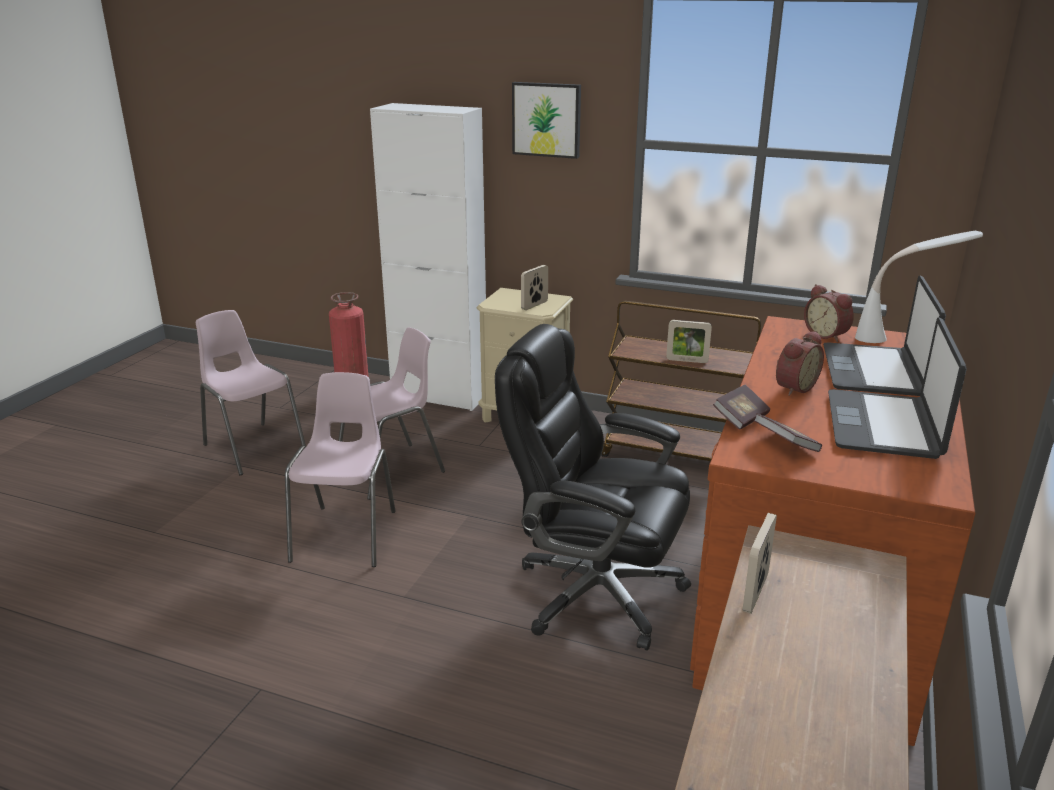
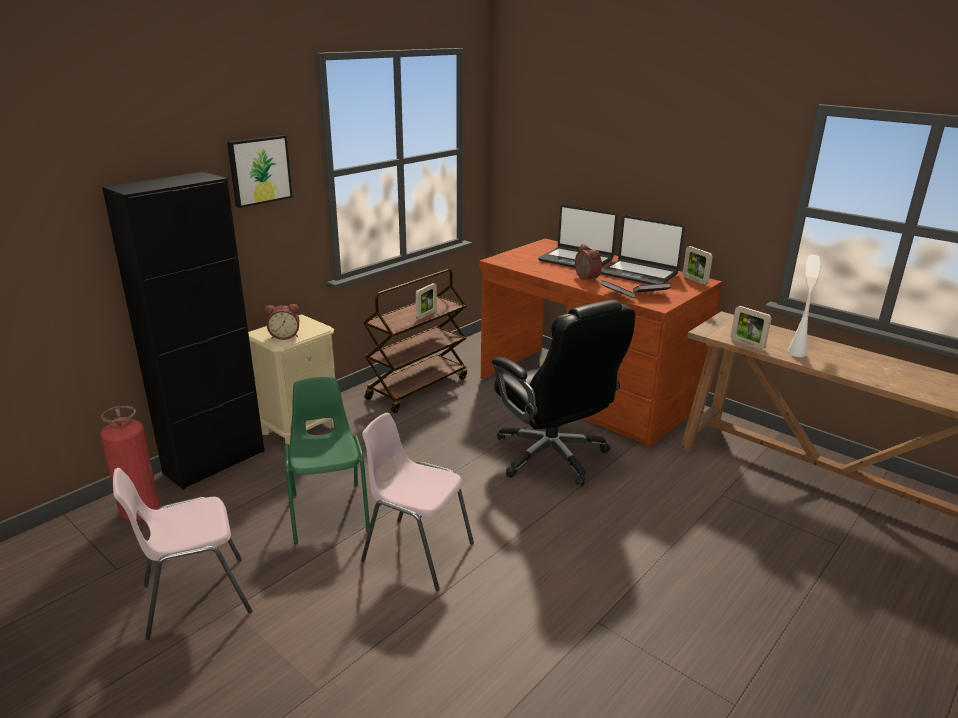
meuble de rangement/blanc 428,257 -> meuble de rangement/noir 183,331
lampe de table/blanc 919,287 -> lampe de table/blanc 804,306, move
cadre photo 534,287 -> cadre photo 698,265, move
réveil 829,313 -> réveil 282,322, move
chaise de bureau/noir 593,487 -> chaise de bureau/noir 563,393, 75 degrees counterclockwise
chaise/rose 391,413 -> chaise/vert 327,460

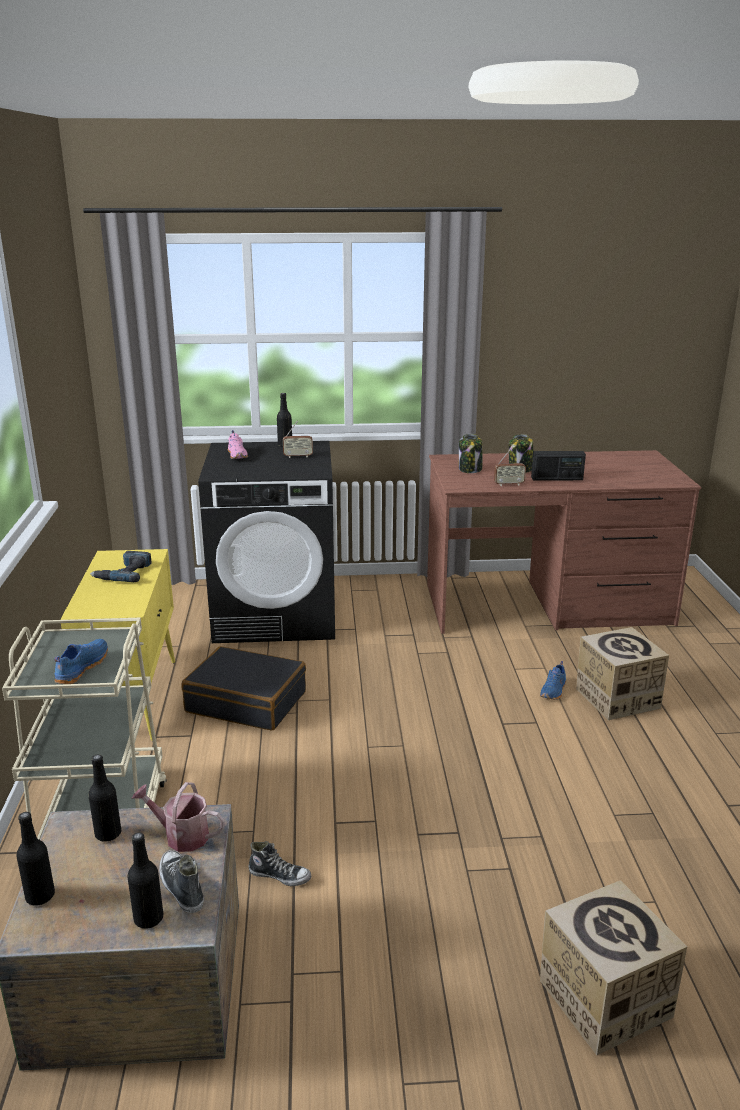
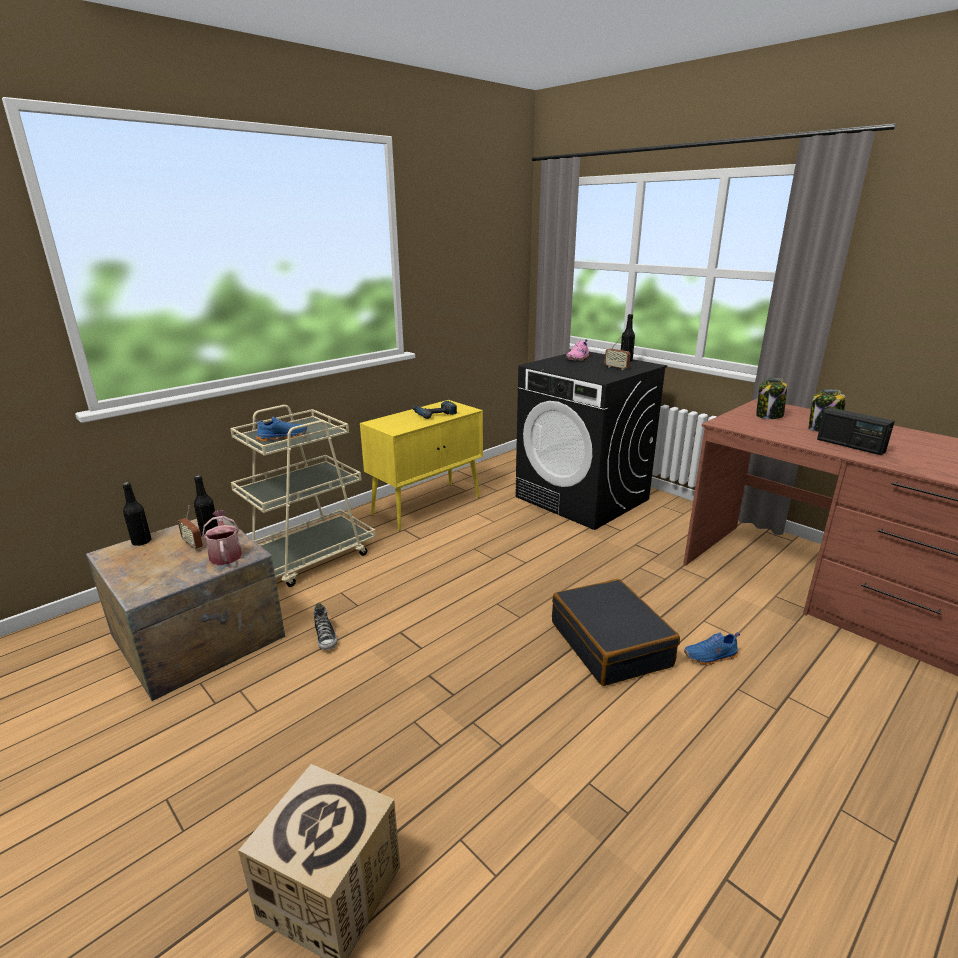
radio 510,467 -> radio 190,527, move
carton 622,673 -> none
valise/noir 244,688 -> valise/noir 616,632, move
bouteille/noir 145,880 -> none
chaussure 181,881 -> none

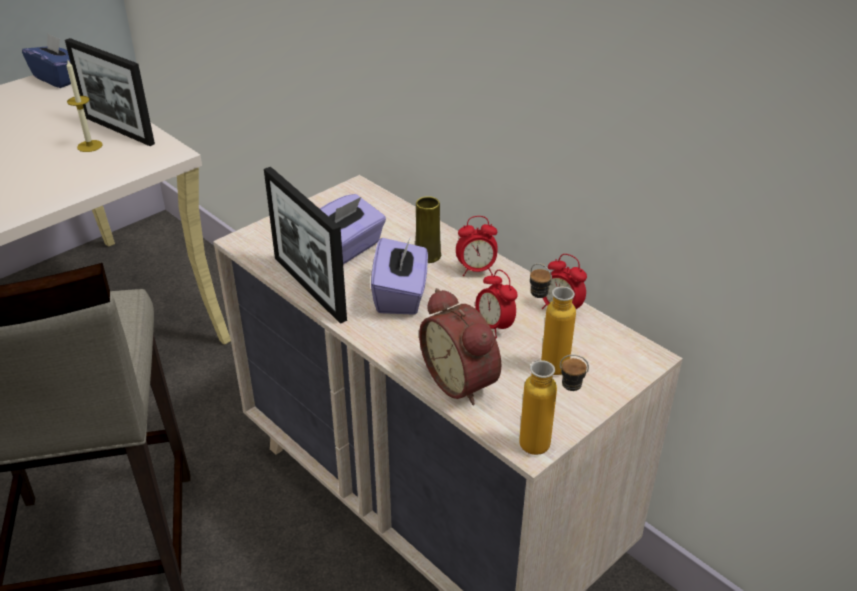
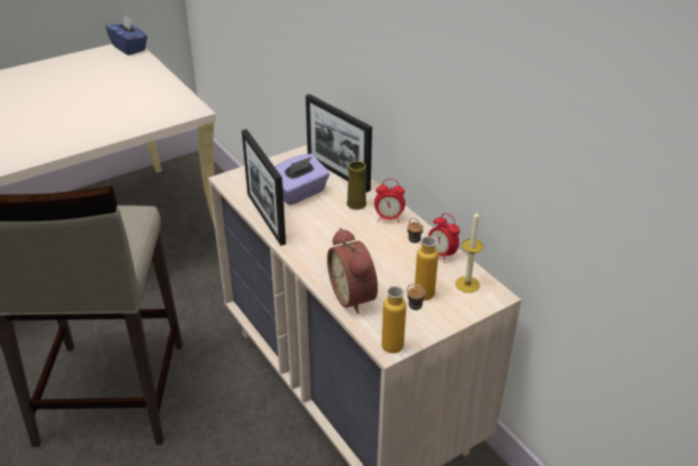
cadre photo 110,92 -> cadre photo 339,143, move
bougie 84,106 -> bougie 469,252, move
boîte à mouchoirs/violet 399,276 -> none
réveil 496,304 -> none

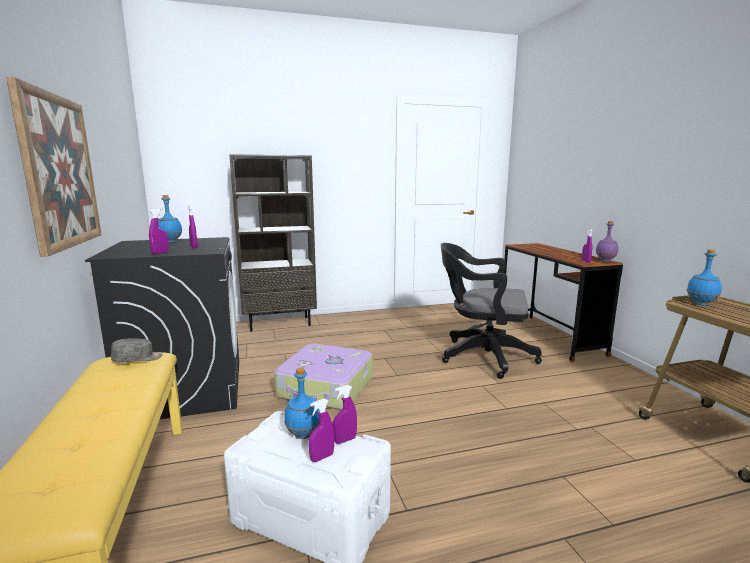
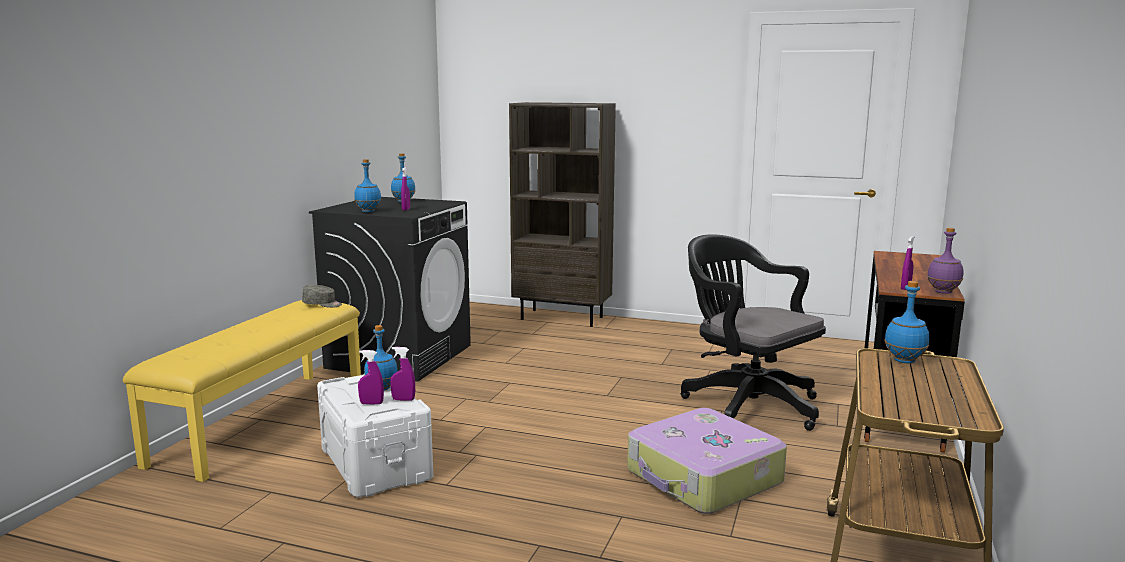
tableau 54,167 -> none
vaporisateur/violet 159,231 -> bouteille/bleu 367,185
valise 323,376 -> valise 707,461, move

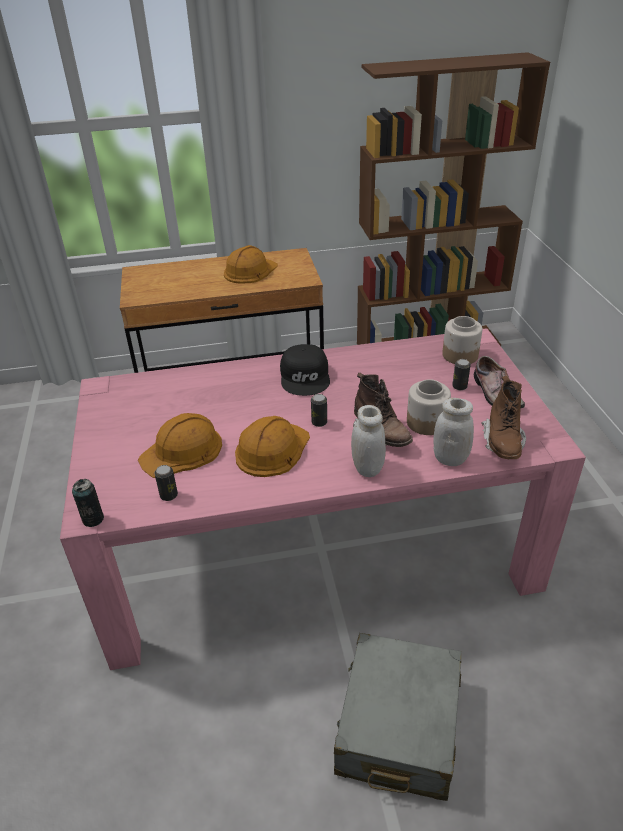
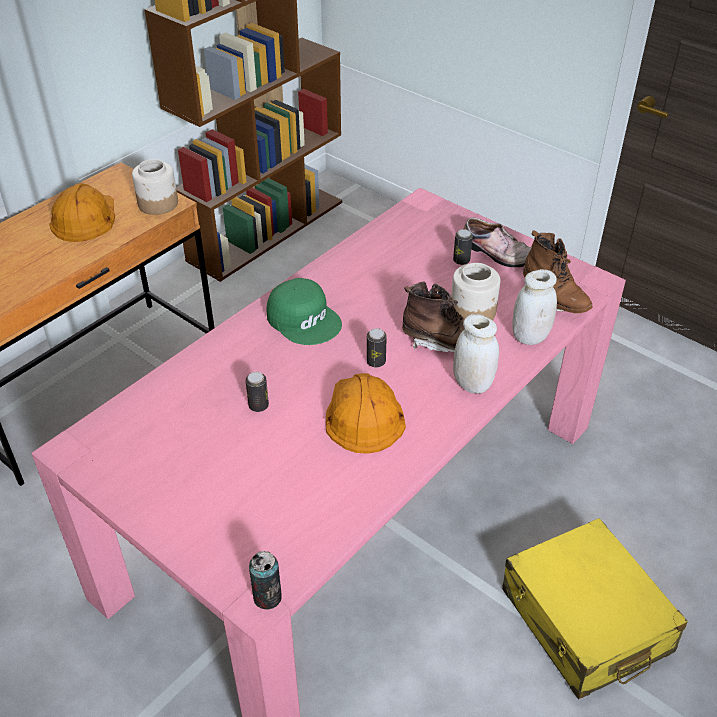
bocal 462,340 -> bocal 155,187, move
casquette/noir 305,370 -> casquette/vert 304,311
casque de chantier/orange 180,445 -> none
boîte métallique 166,483 -> boîte métallique 257,392, move
valise/gris 397,717 -> valise/jaune 595,608

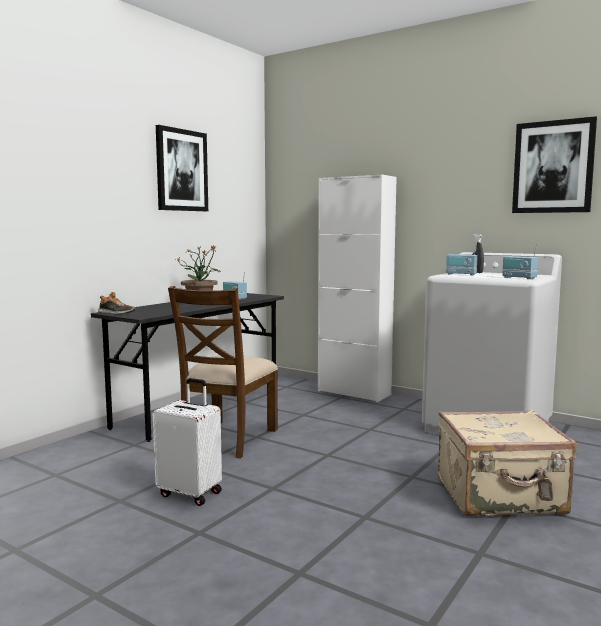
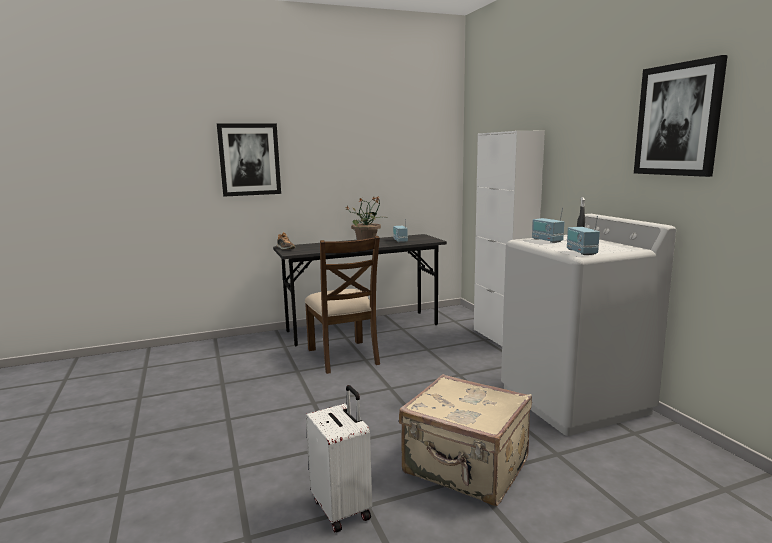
tableau 182,168 -> tableau 249,160, move
chaise/marron 223,372 -> chaise/marron 342,305, 75 degrees counterclockwise
valise/blanc 187,442 -> valise/blanc 339,459, move

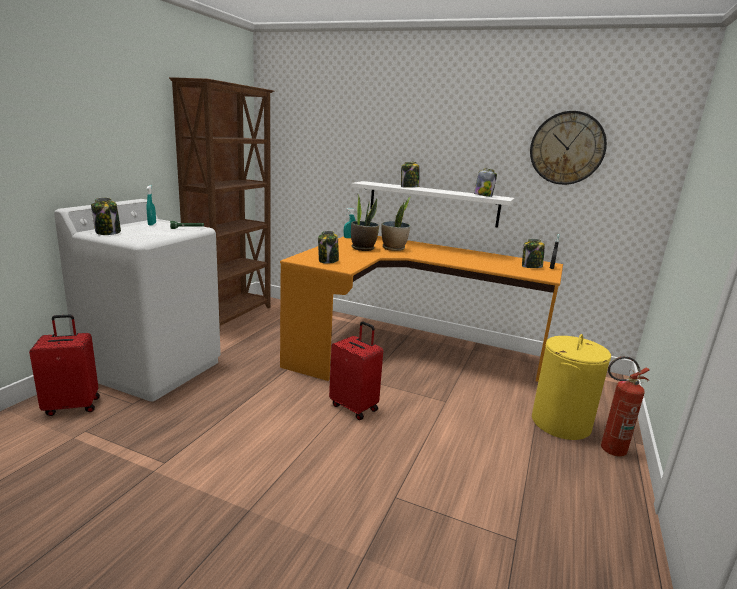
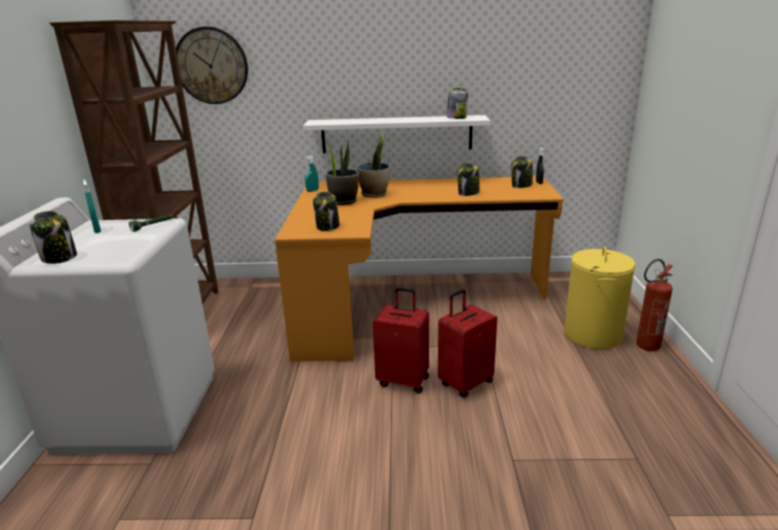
horloge murale 568,148 -> horloge murale 212,65, move
bocal 410,175 -> bocal 468,179, move
valise/rouge 64,365 -> valise/rouge 467,343, move

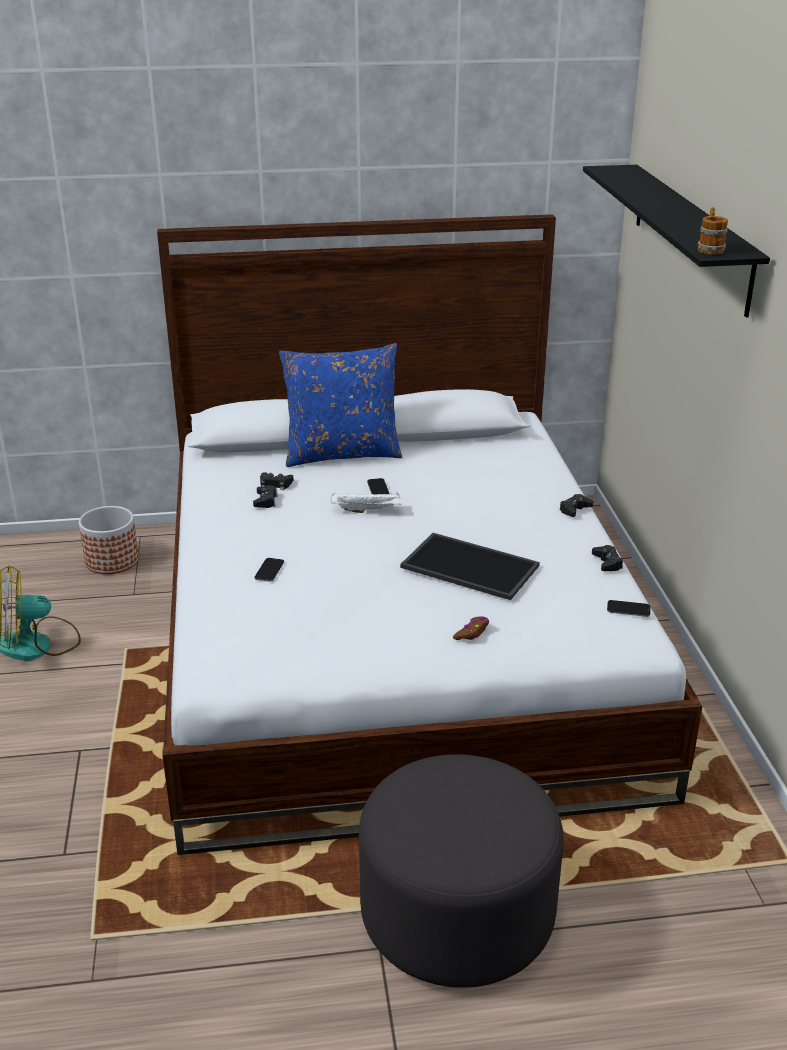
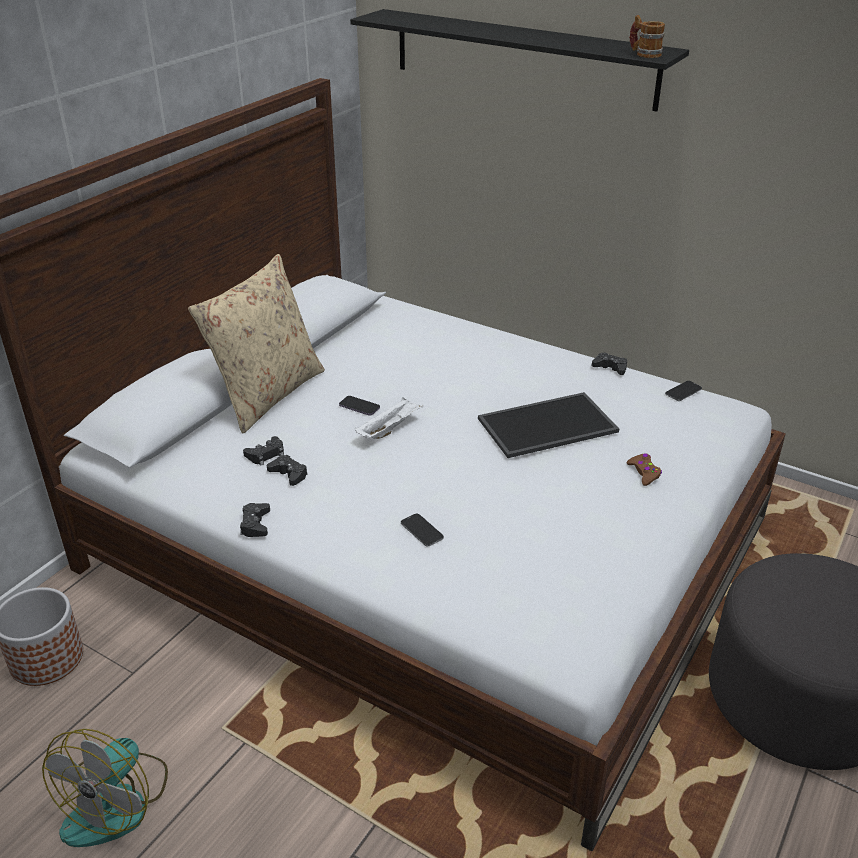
coussin/bleu 340,405 -> coussin/beige 256,343
manette/noir 577,505 -> manette/noir 255,520, move

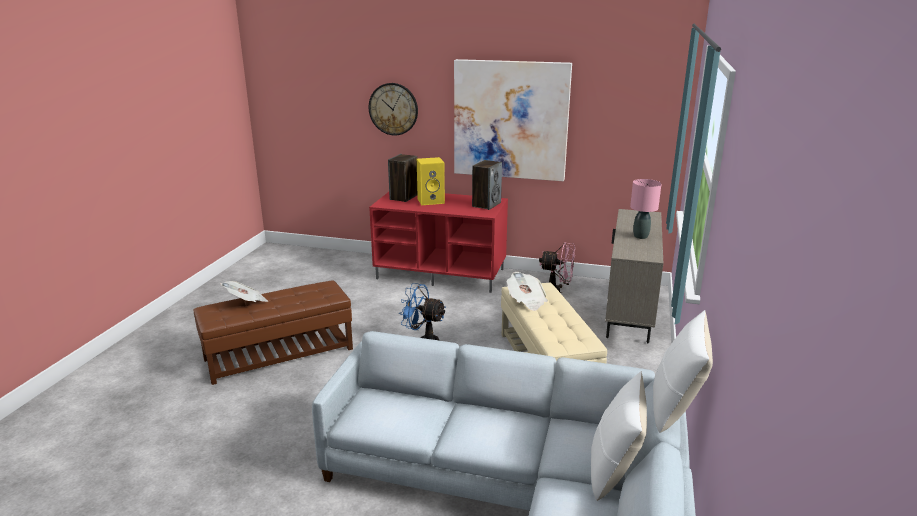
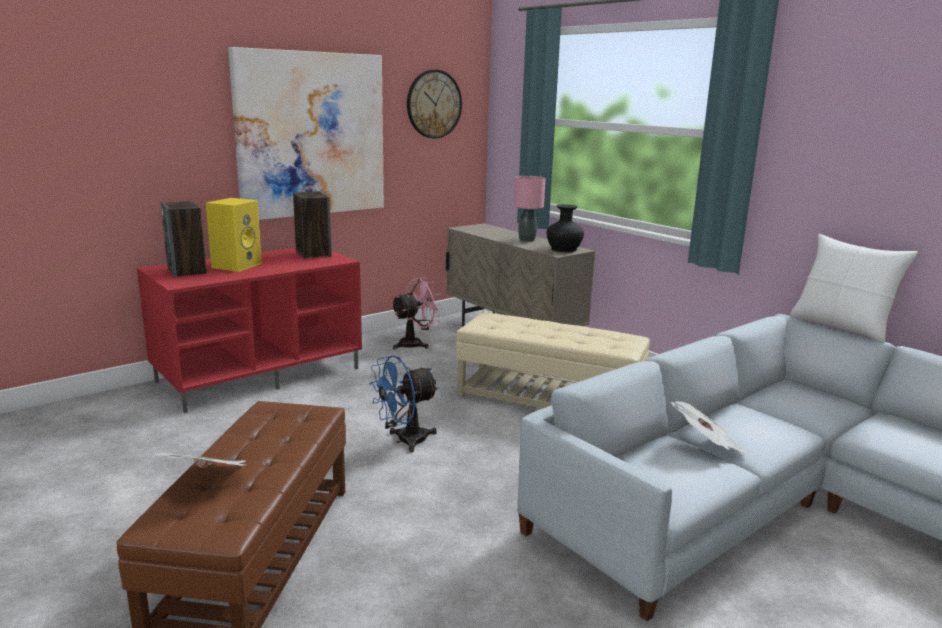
horloge murale 393,109 -> horloge murale 434,104, move
journal 527,291 -> journal 708,427, move
coussin/blanc 619,436 -> none
none -> vase/noir 565,228

